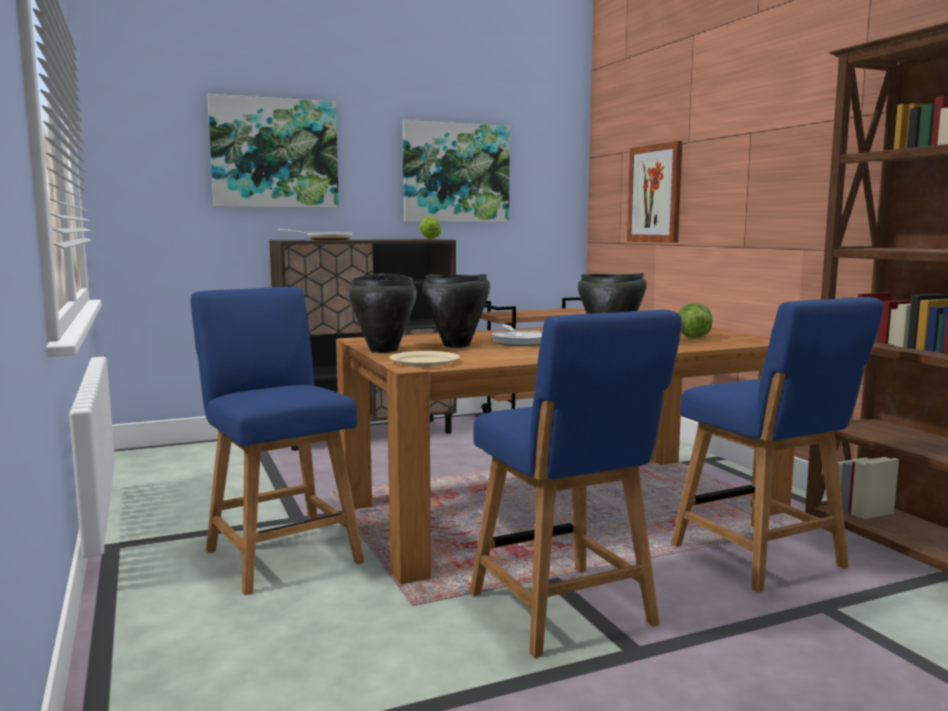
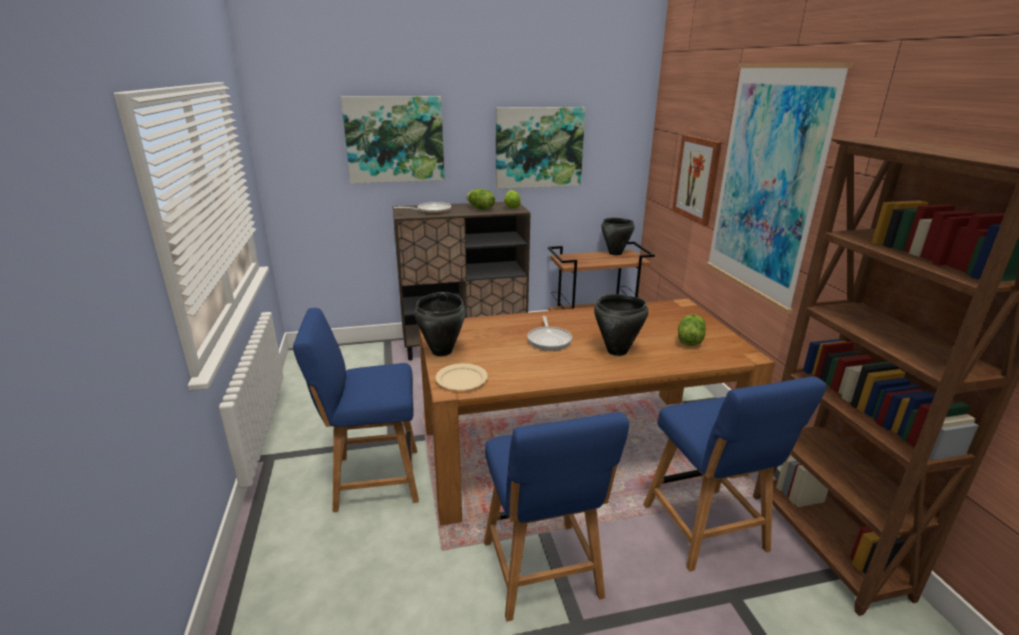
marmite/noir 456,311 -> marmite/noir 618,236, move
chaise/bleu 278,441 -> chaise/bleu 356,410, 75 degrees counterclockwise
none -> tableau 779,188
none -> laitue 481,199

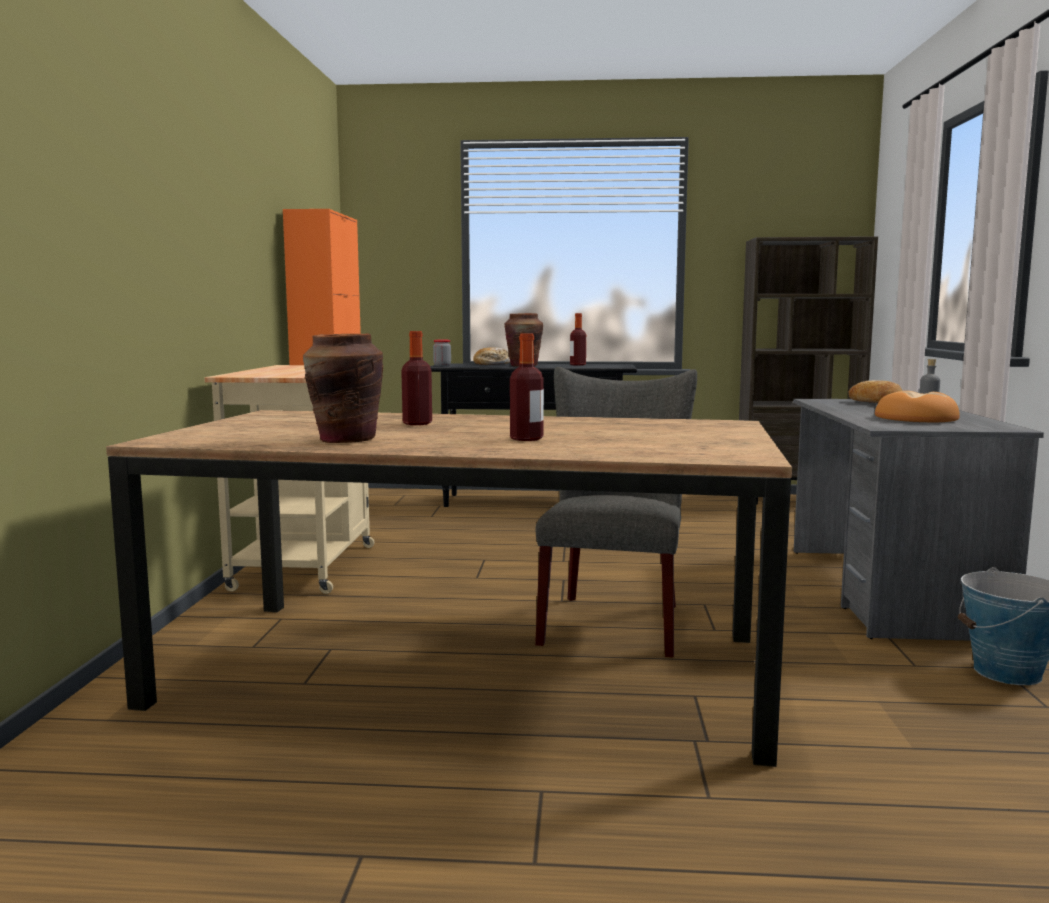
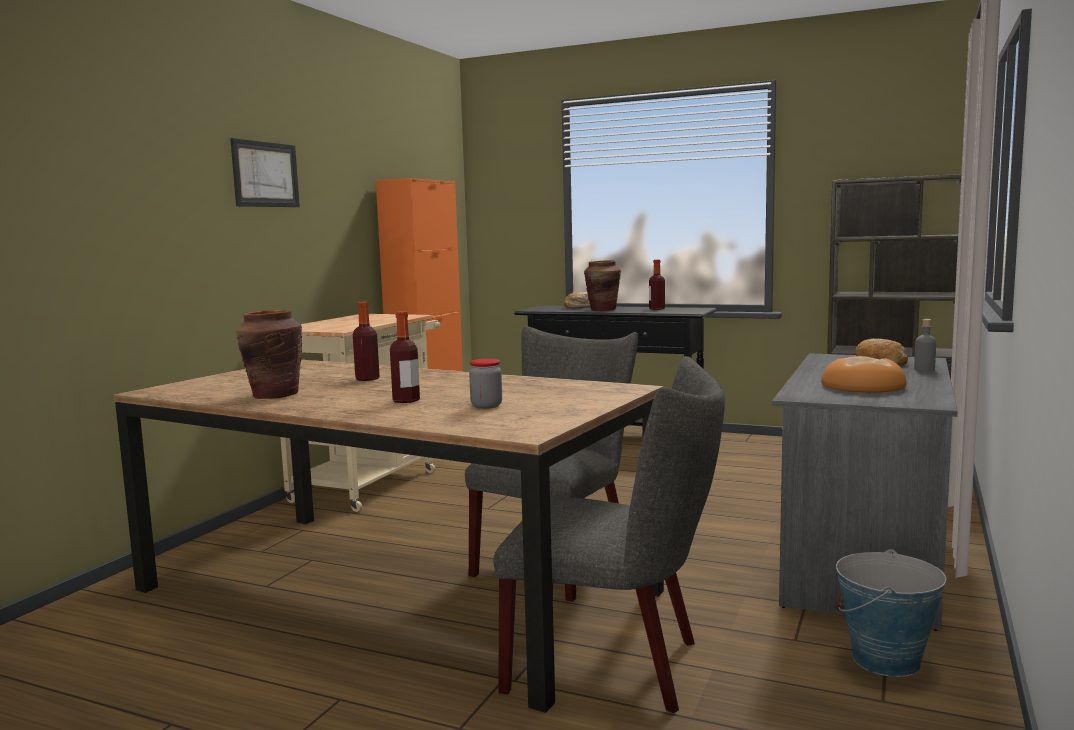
bocal 442,353 -> bocal 485,384, move
none -> tableau 265,172
none -> chaise/gris 609,534

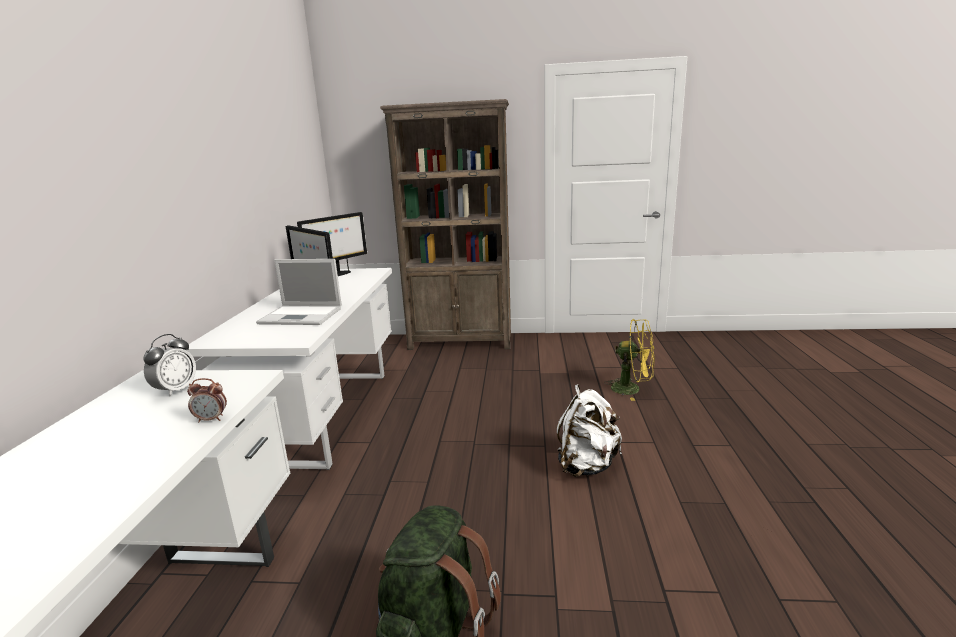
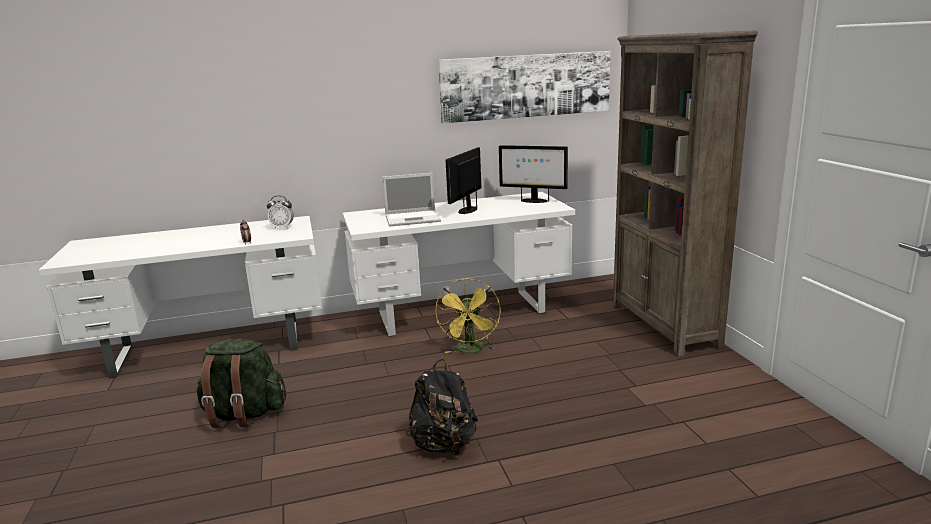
ordinateur portable 299,292 -> ordinateur portable 411,200, 90 degrees counterclockwise
ventilateur/jaune 629,360 -> ventilateur/jaune 468,316, move
sac à dos/blanc 589,430 -> sac à dos/noir 441,407
none -> tableau 524,87

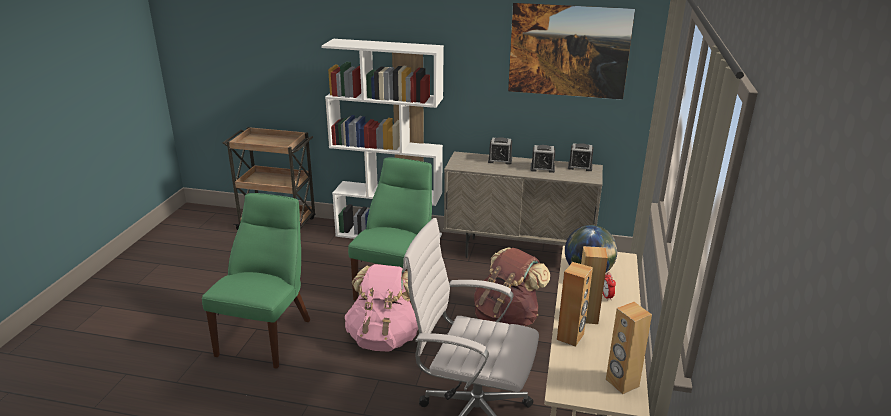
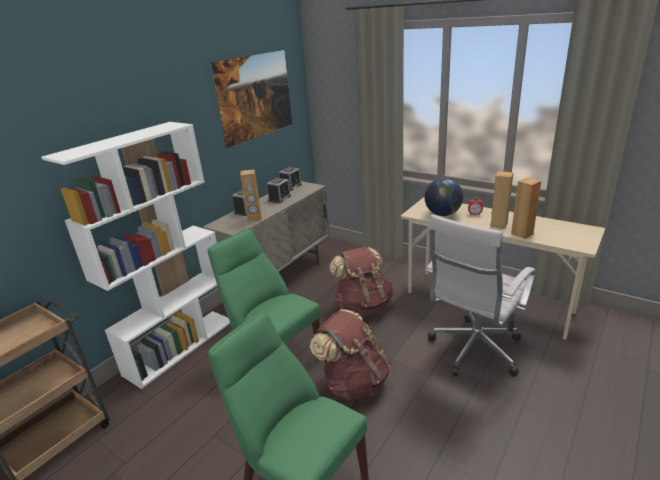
sac à dos/rose 381,308 -> sac à dos/marron 350,354
enceinte/marron 629,348 -> enceinte/marron 251,195, move

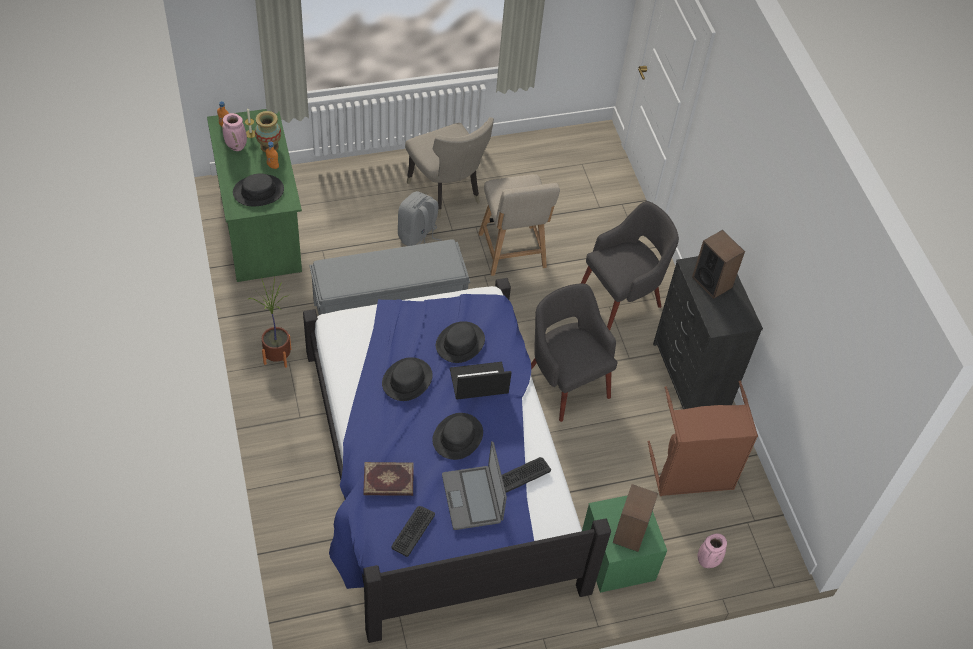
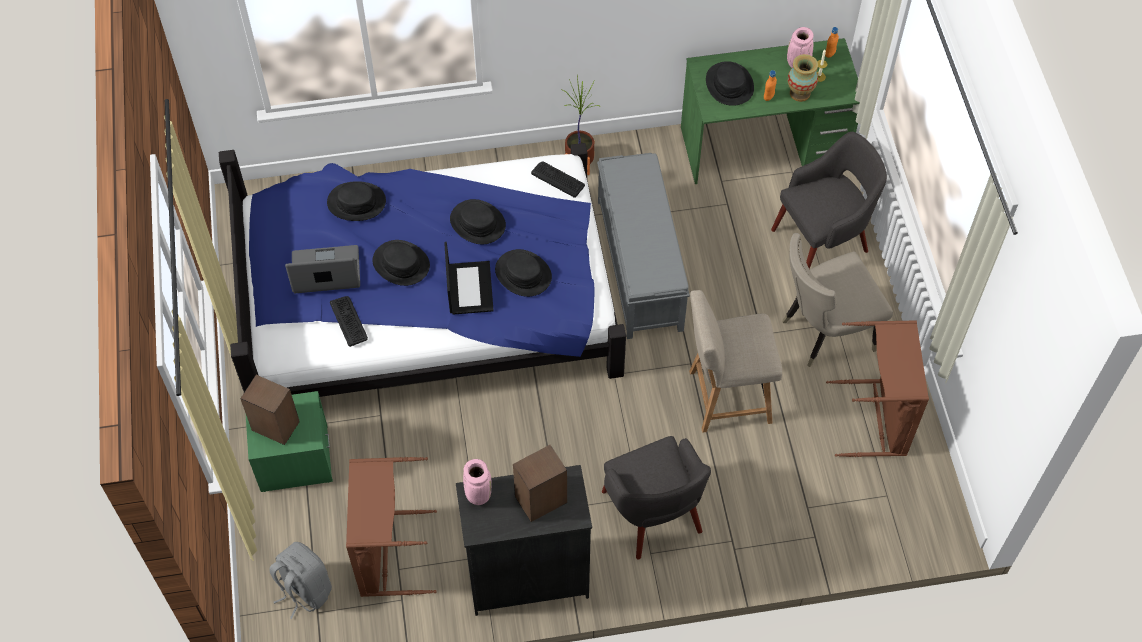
sac à dos/gris 420,218 -> sac à dos/gris 300,580, move
fauteuil/gris 574,353 -> fauteuil/gris 829,200, move
livre 388,479 -> chapeau/noir 356,201
clavier 413,531 -> clavier 558,180, move
vase/rose 712,551 -> vase/rose 477,482, move
none -> panier à linge/marron 877,389

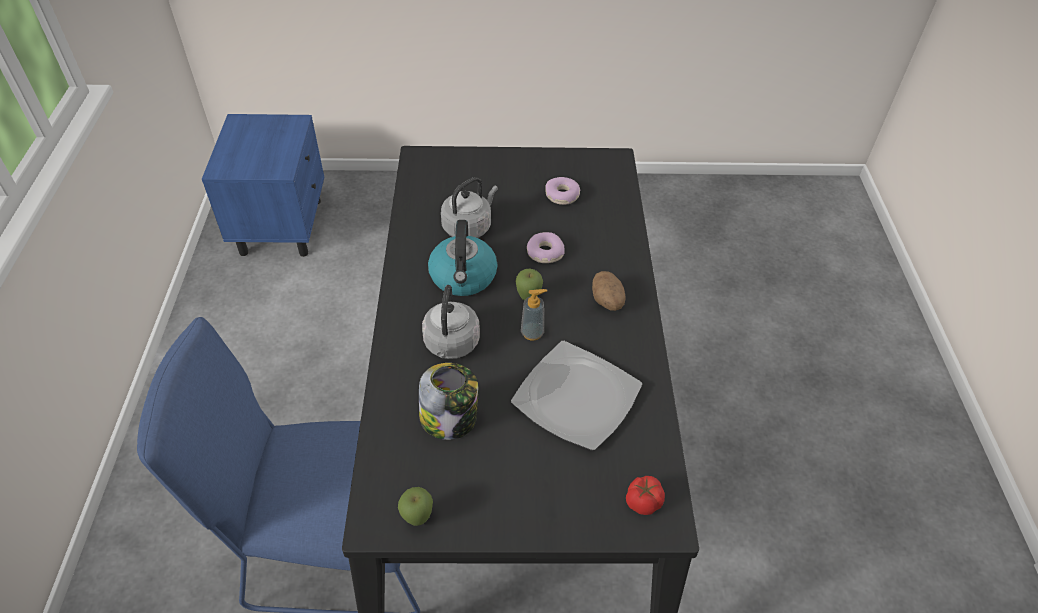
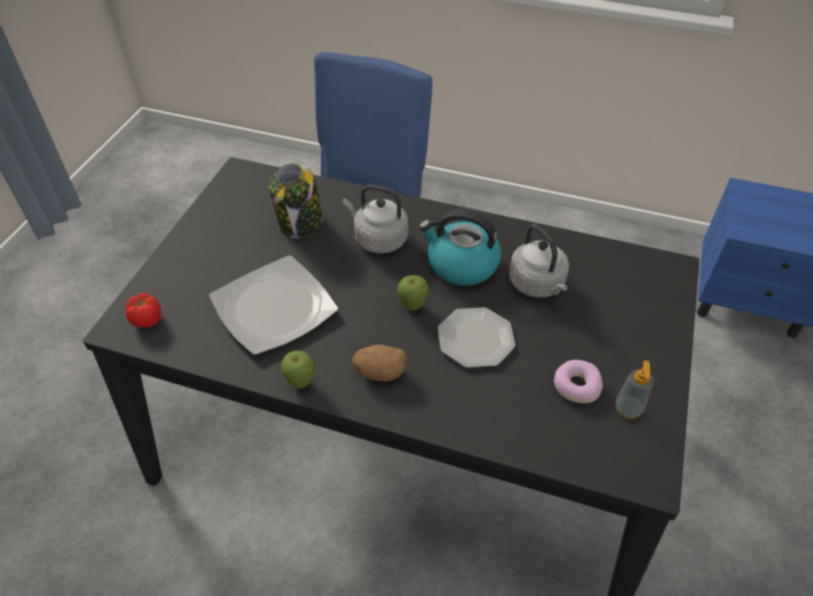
beignet 546,247 -> assiette 477,337
distributeur de savon 534,315 -> distributeur de savon 634,389, move
pomme 415,506 -> pomme 297,369, move

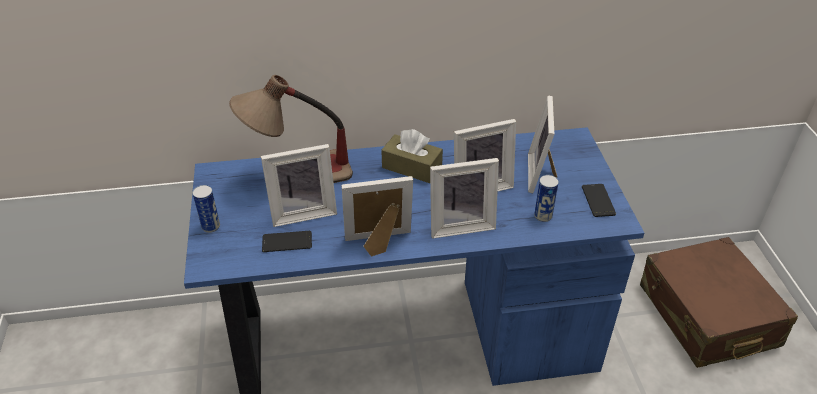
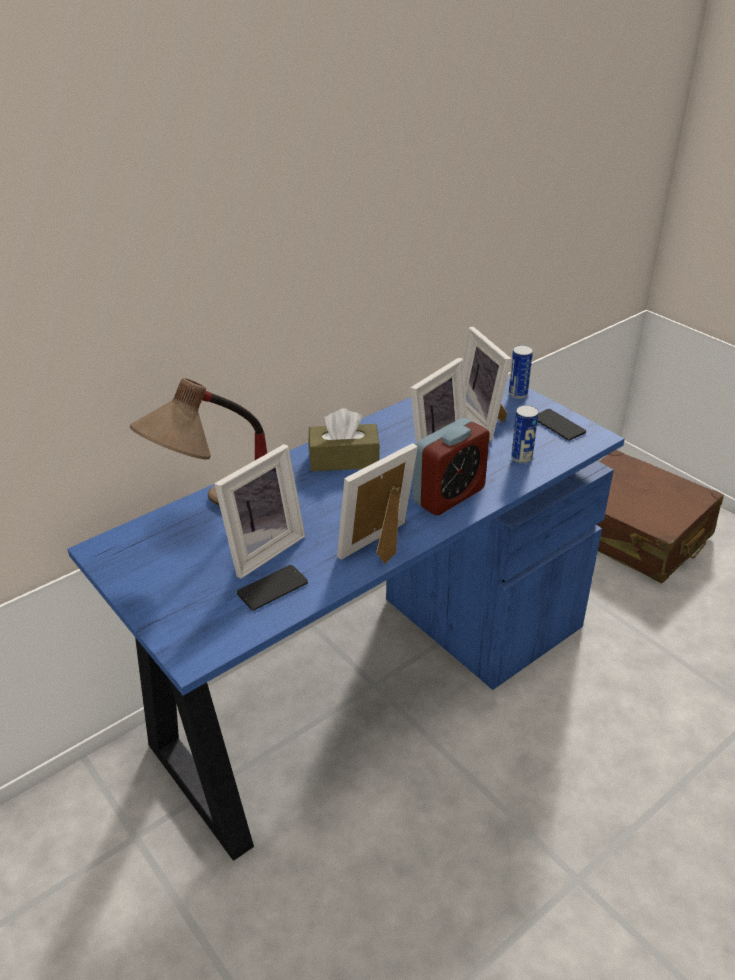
cadre photo 464,198 -> réveil 451,466
boîte métallique 206,209 -> boîte métallique 521,372, move

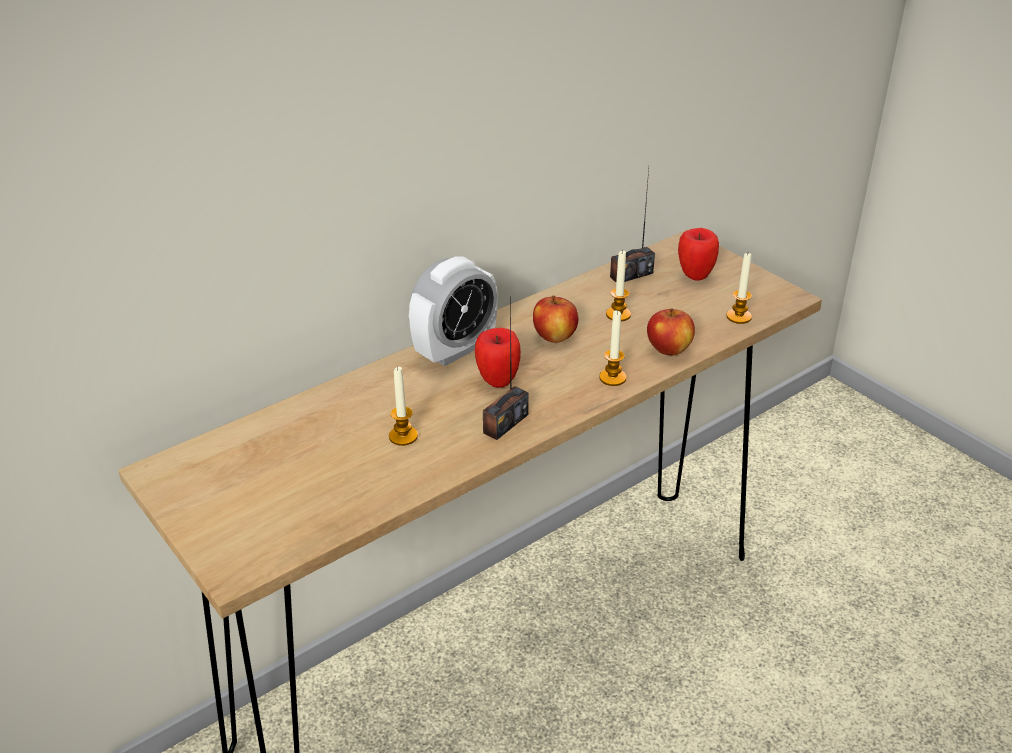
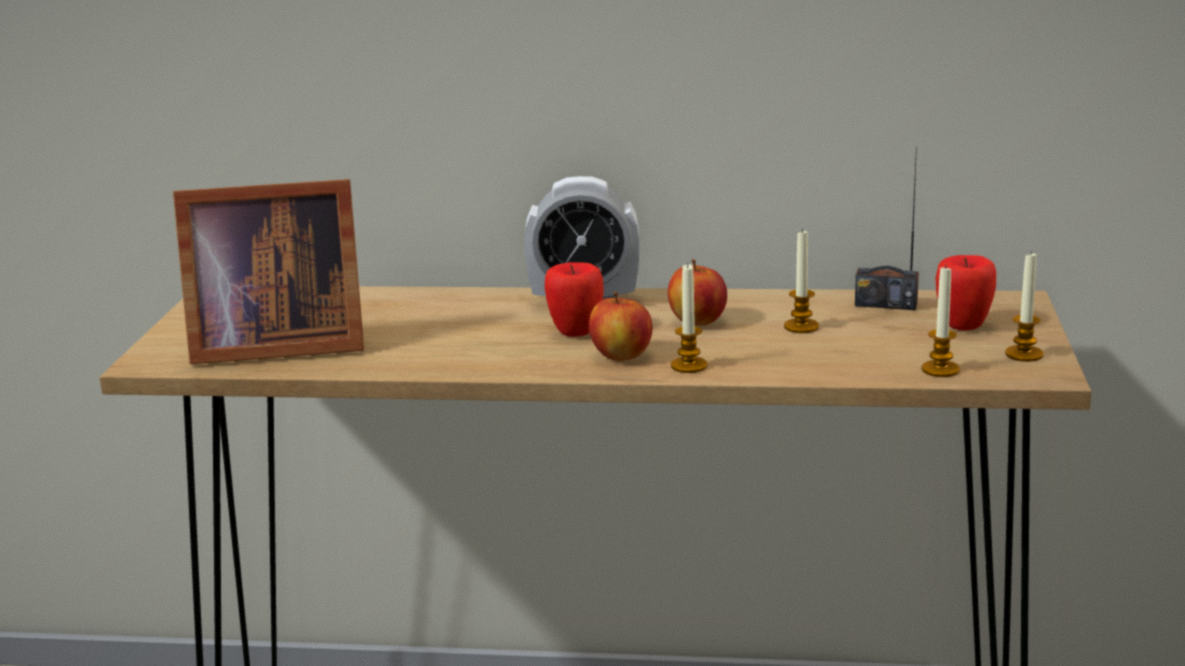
radio 506,368 -> none
pomme 671,331 -> pomme 620,326, move
bougie 403,406 -> bougie 1024,306, move
none -> cadre photo 268,271

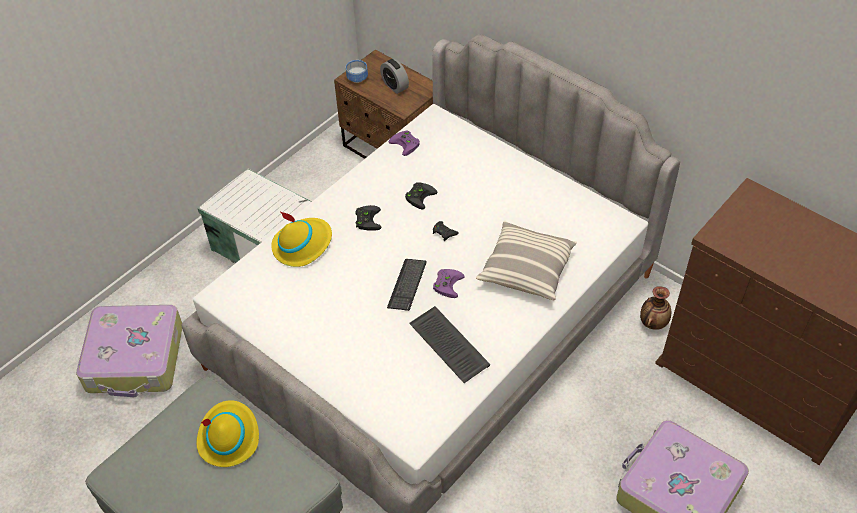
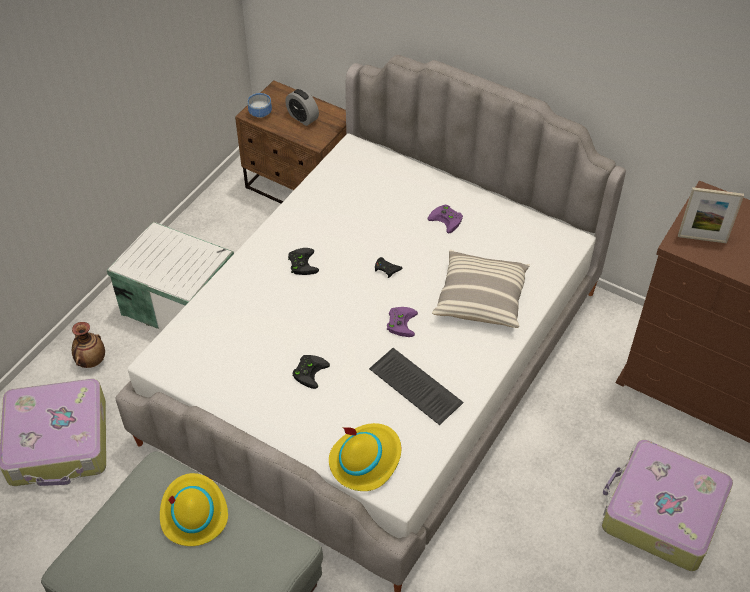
manette/violet 404,143 -> manette/violet 445,219, move
manette/noir 421,195 -> manette/noir 311,372, move
chapeau/jaune 301,239 -> chapeau/jaune 365,457, move
clavier 407,285 -> none
vase 655,308 -> vase 88,345, move
none -> cadre photo 711,215

